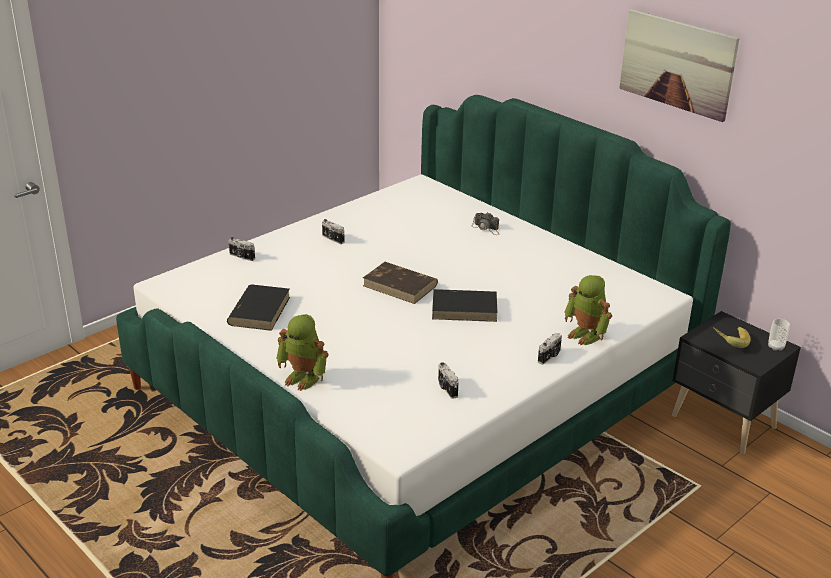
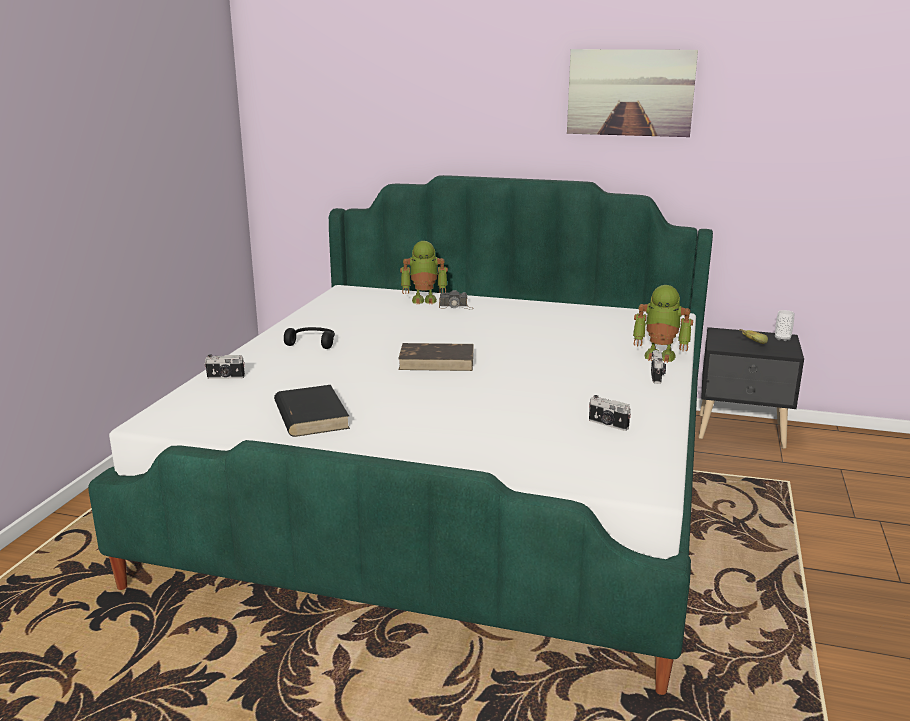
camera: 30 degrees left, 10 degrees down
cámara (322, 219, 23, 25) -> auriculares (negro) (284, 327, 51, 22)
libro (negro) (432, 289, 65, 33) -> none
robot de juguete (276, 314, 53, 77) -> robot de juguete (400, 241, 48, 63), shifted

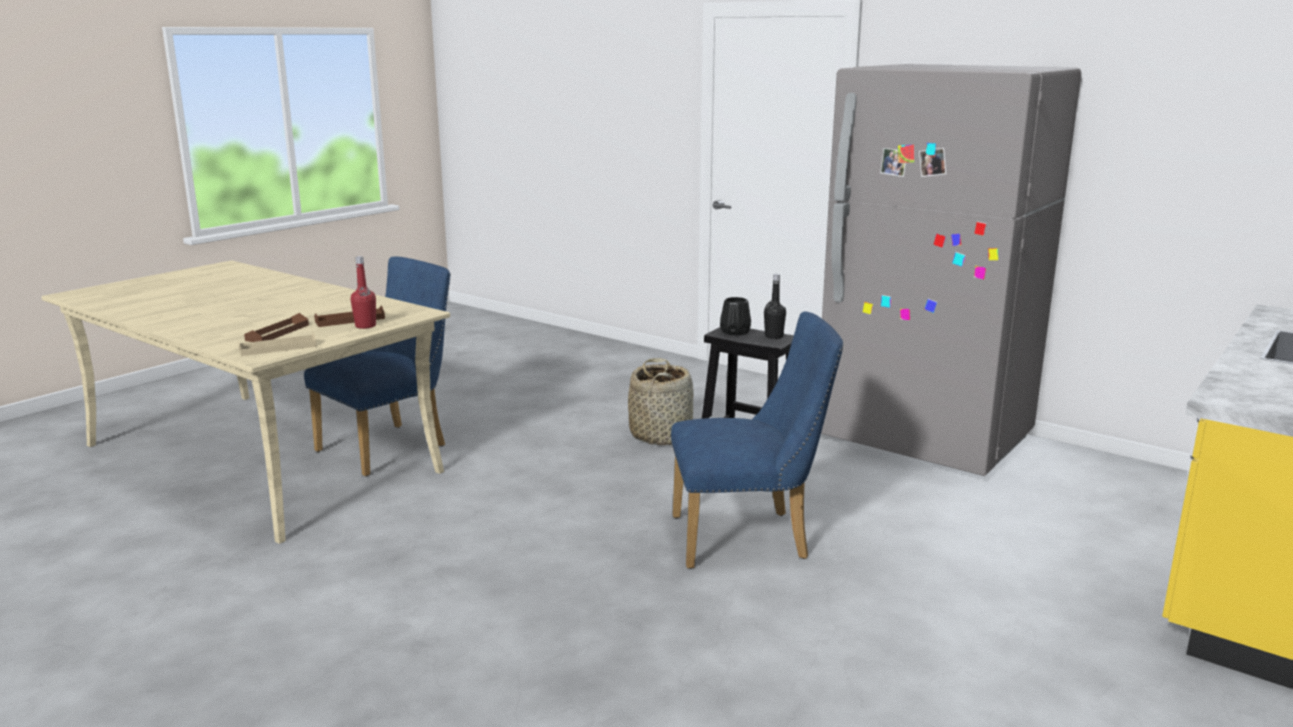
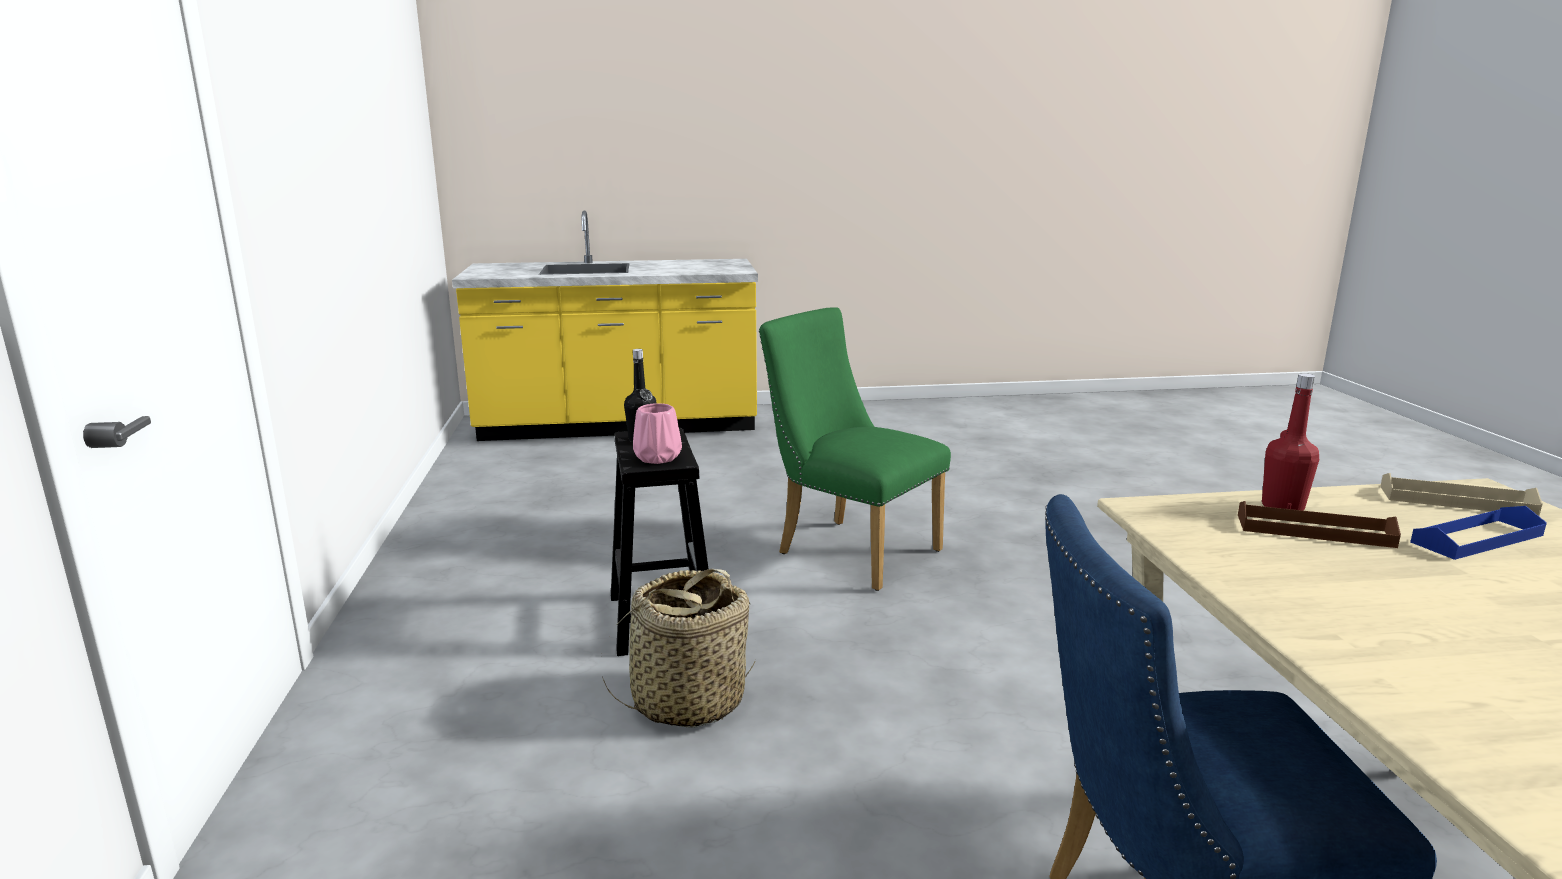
camera: 135 degrees left, 0 degrees up
nevera (gris) (821, 64, 260, 412) -> none
florero (negro) (720, 297, 31, 38) -> florero (rosa) (633, 403, 49, 61)
silla (azul) (671, 311, 172, 258) -> silla (verde) (759, 308, 192, 283)
bandeja (marrón) (244, 313, 65, 29) -> bandeja (azul) (1410, 506, 137, 54)

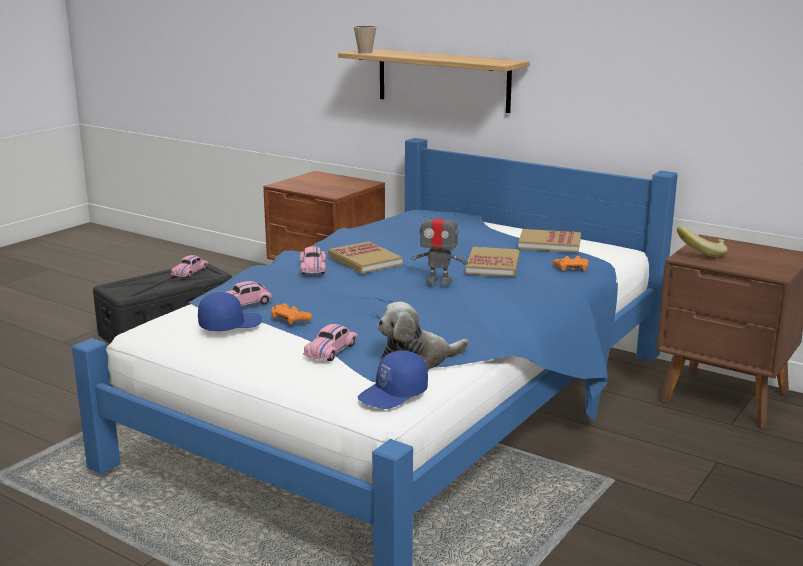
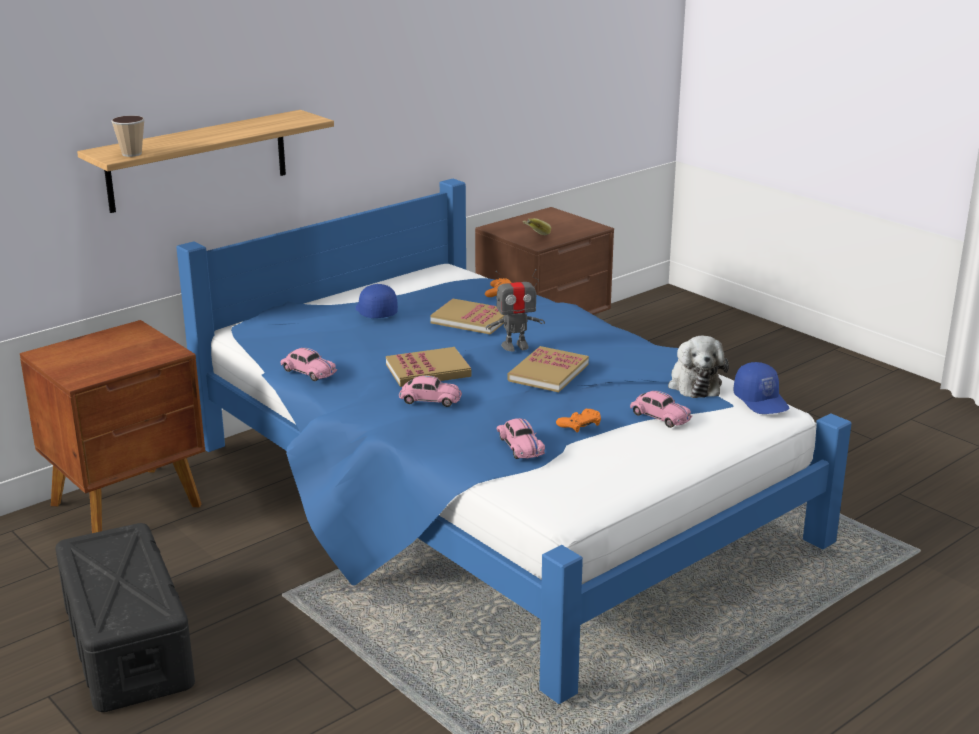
camera: 75 degrees left, 5 degrees up
robot de juguete (411, 204, 57, 82) -> robot de juguete (486, 269, 59, 82), 45 degrees clockwise
libro (518, 229, 63, 24) -> libro (507, 346, 82, 46), shifted
coche de juguete (rosa) (171, 255, 37, 23) -> coche de juguete (rosa) (280, 348, 57, 33), shifted
gorra (azul) (198, 292, 64, 39) -> gorra (azul) (355, 284, 43, 34), shifted

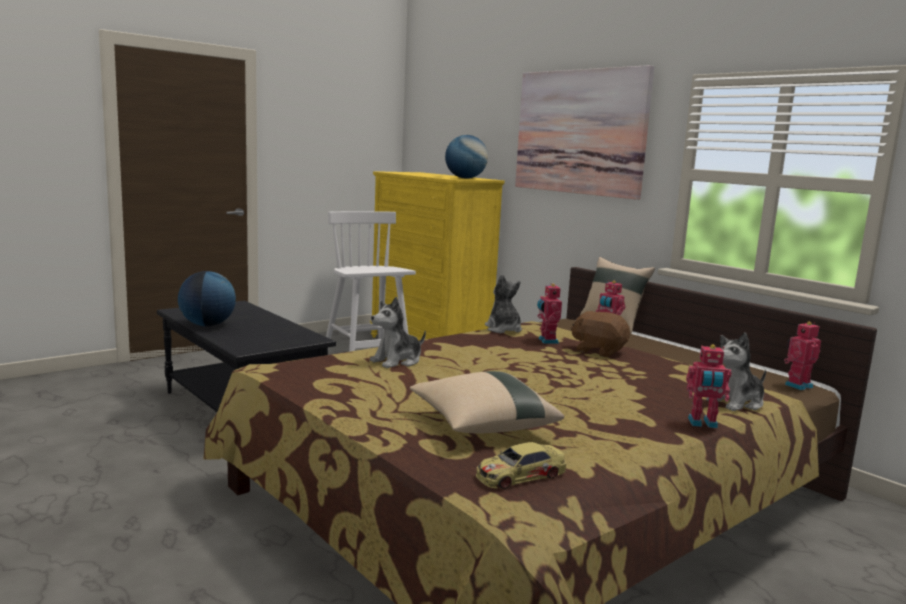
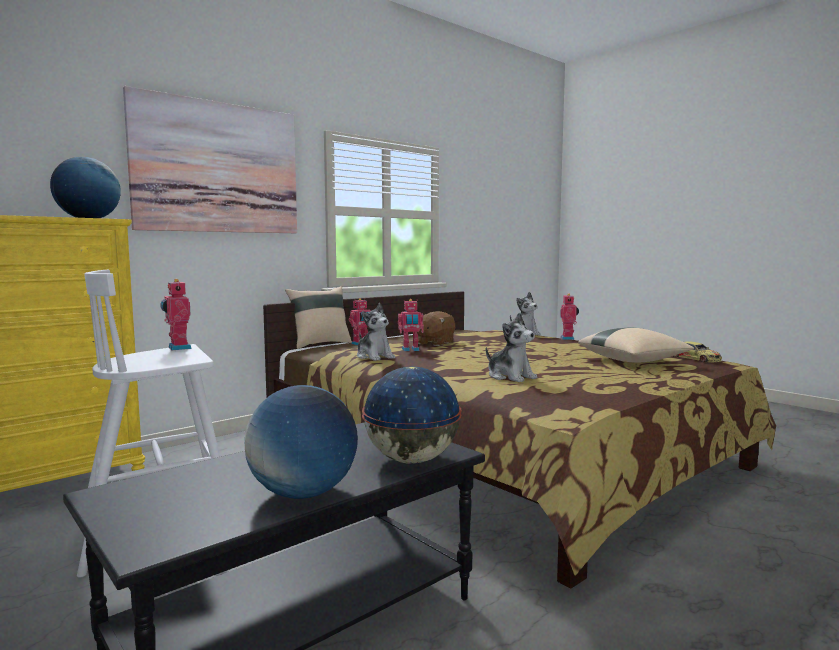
camera: 90 degrees left, 5 degrees down
peluche (485, 274, 37, 59) -> peluche (357, 303, 38, 58), 105 degrees counterclockwise
robot de juguete (784, 322, 37, 68) -> robot de juguete (160, 279, 32, 71), shifted
none -> globo terráqueo (362, 366, 100, 98)

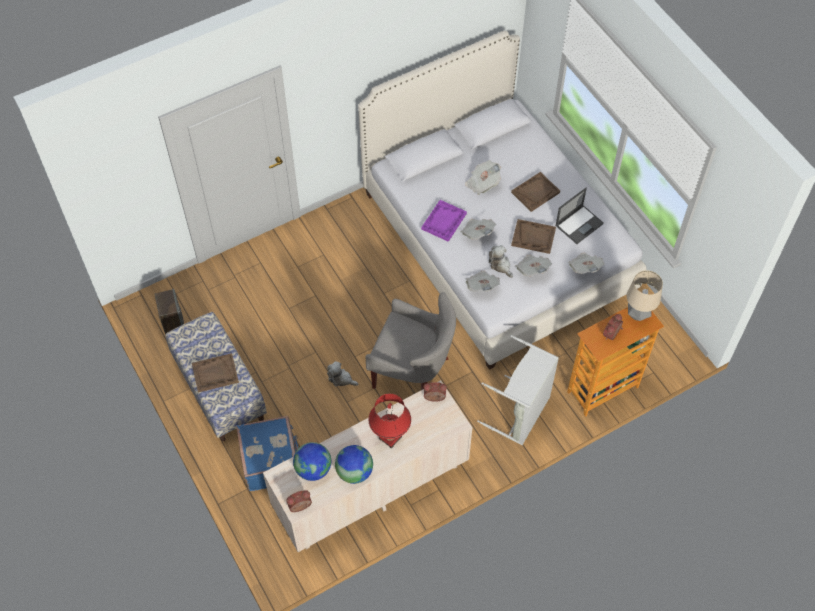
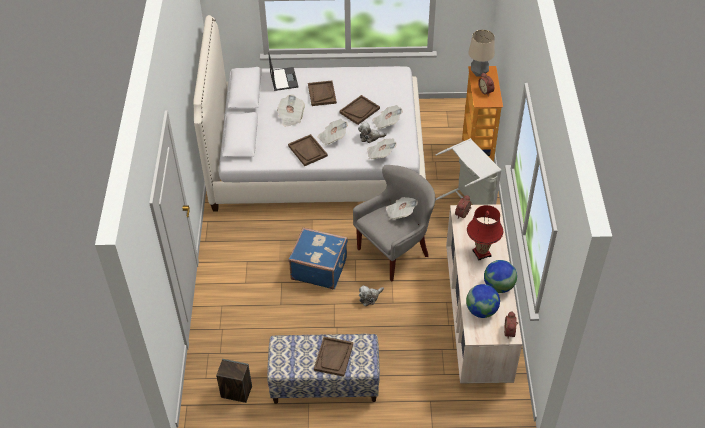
camera: 60 degrees left, 10 degrees down
portátil (555, 187, 49, 57) -> portátil (268, 52, 31, 39), shifted
bandeja (morado) (421, 200, 46, 42) -> bandeja (marrón) (288, 134, 40, 32)
periódico (568, 253, 37, 21) -> periódico (386, 197, 32, 23), shifted
maleta (azul) (236, 416, 62, 76) -> maleta (azul) (288, 227, 60, 62), shifted

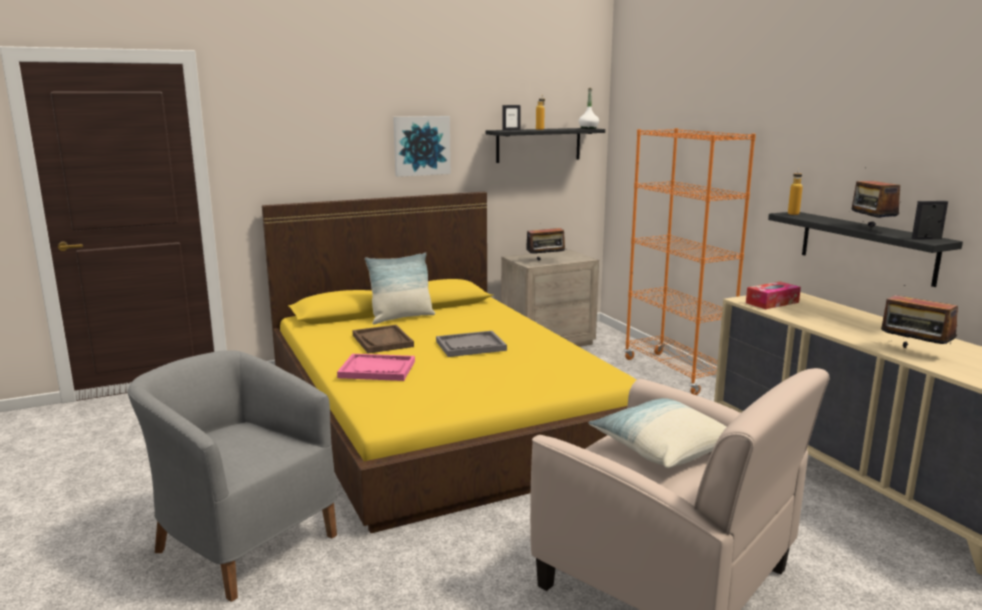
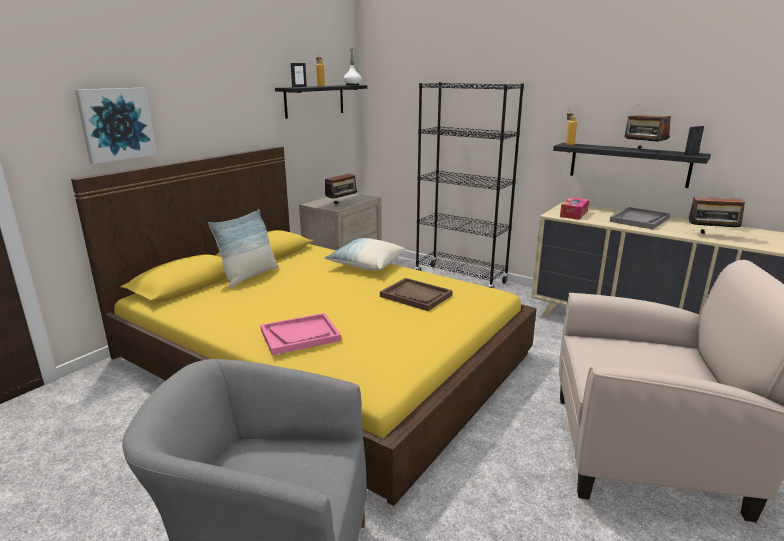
camera: 30 degrees left, 5 degrees up
cuadro (393, 116, 58, 61) -> cuadro (75, 88, 82, 76), shifted
estantería (naranja) (624, 128, 132, 267) -> estantería (negro) (415, 82, 109, 207)
bandeja (marrón) (353, 325, 61, 29) -> bandeja (marrón) (380, 278, 73, 33), shifted
bandeja (gris) (436, 331, 71, 26) -> bandeja (gris) (610, 207, 60, 23), shifted
cojín (589, 398, 138, 70) -> cojín (325, 238, 80, 32), shifted

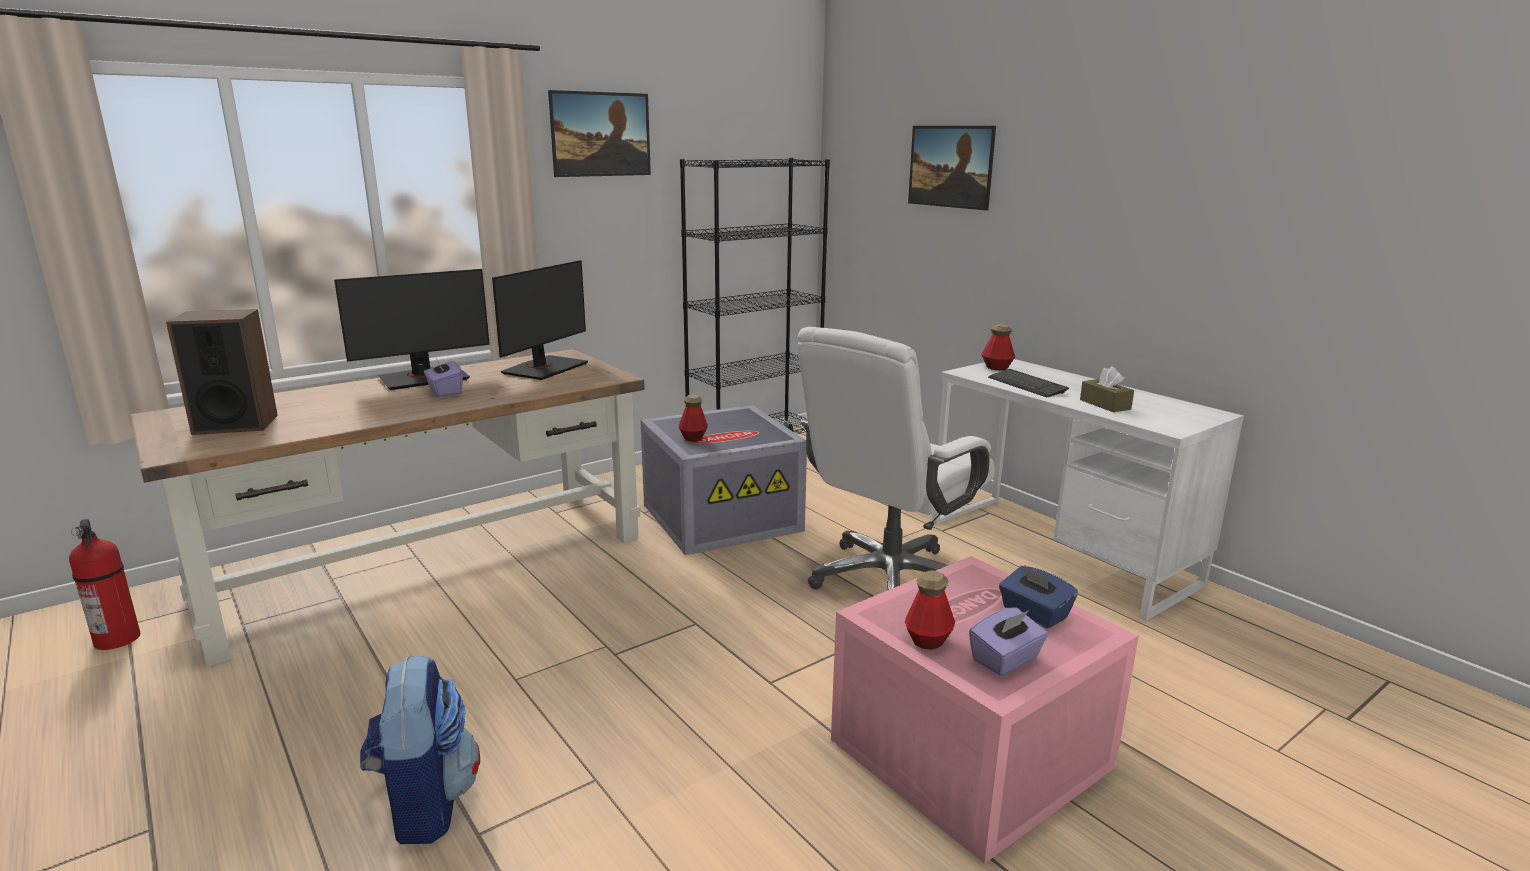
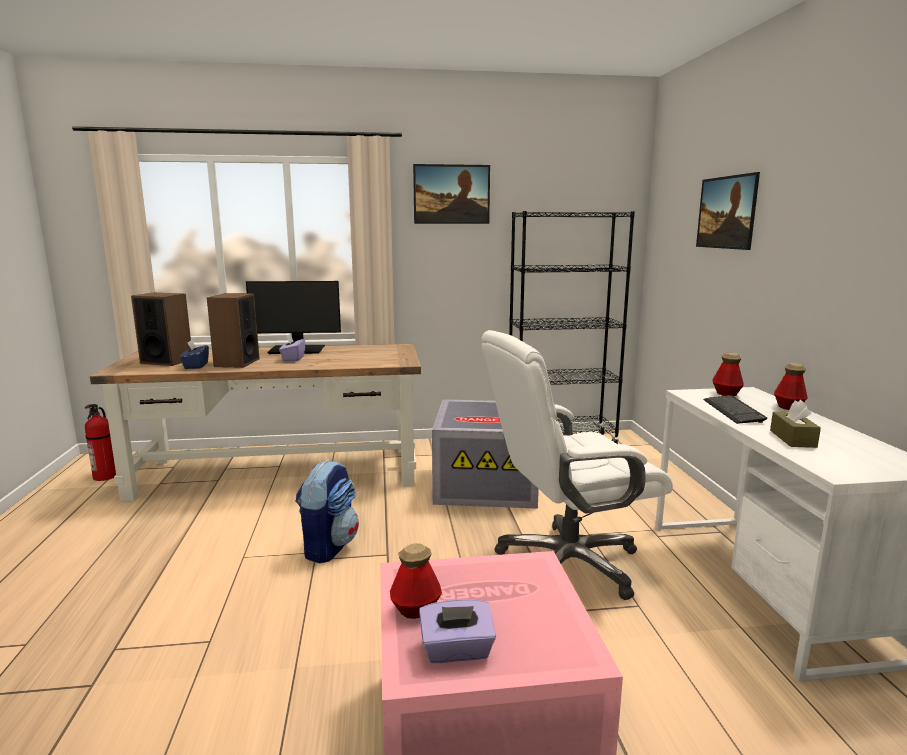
camera: 30 degrees right, 5 degrees down
monitor (492, 260, 96, 120) -> none
botella (678, 394, 30, 48) -> botella (774, 363, 34, 47), shifted
caja de pañuelos (azul) (999, 565, 79, 64) -> caja de pañuelos (azul) (180, 340, 29, 29), shifted
mochila (360, 656, 120, 188) -> mochila (296, 460, 63, 103), shifted
none -> altavoz (207, 293, 53, 75)

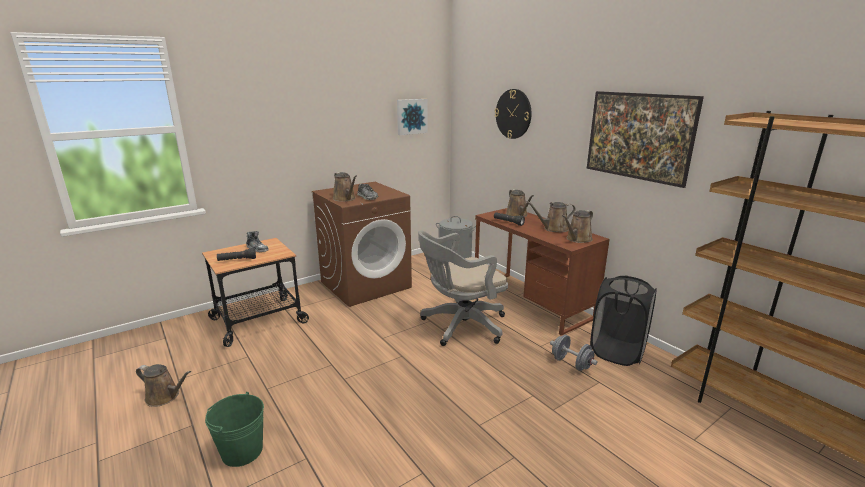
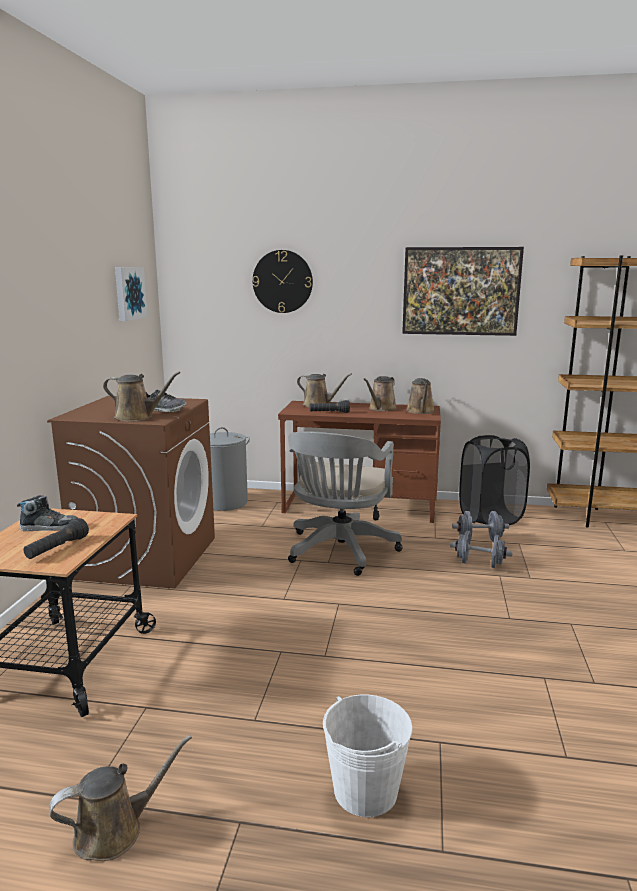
camera: 45 degrees left, 5 degrees down
cubo (verde) (205, 392, 59, 75) -> cubo (blanco) (323, 695, 90, 122)
none -> mancuerna (gris) (450, 531, 63, 37)

